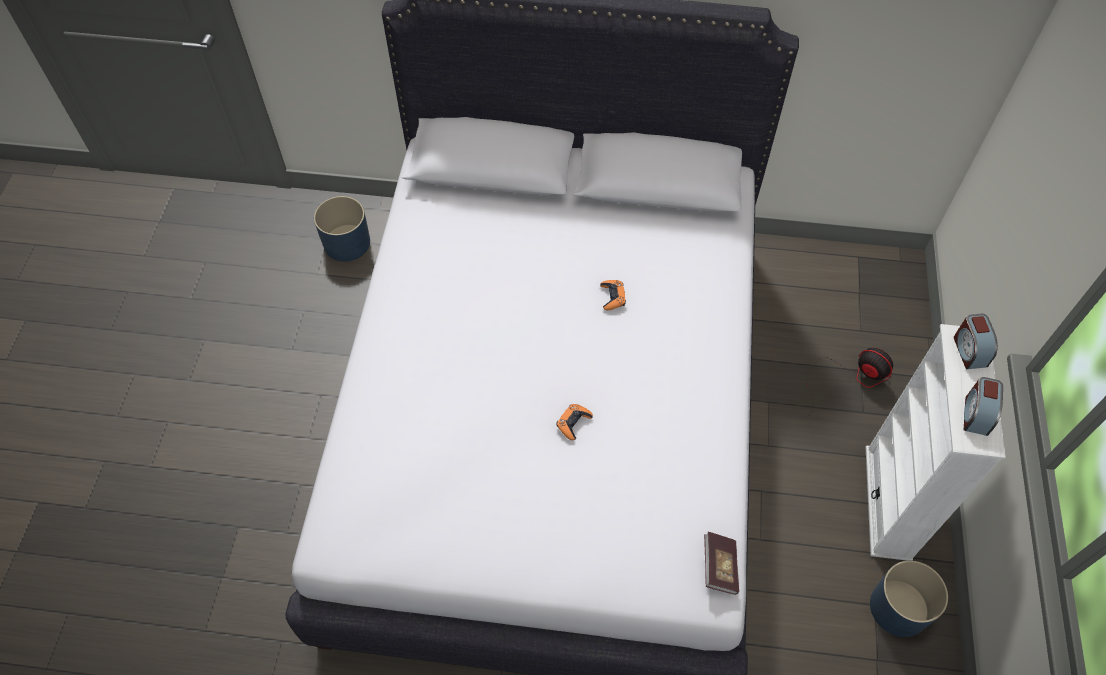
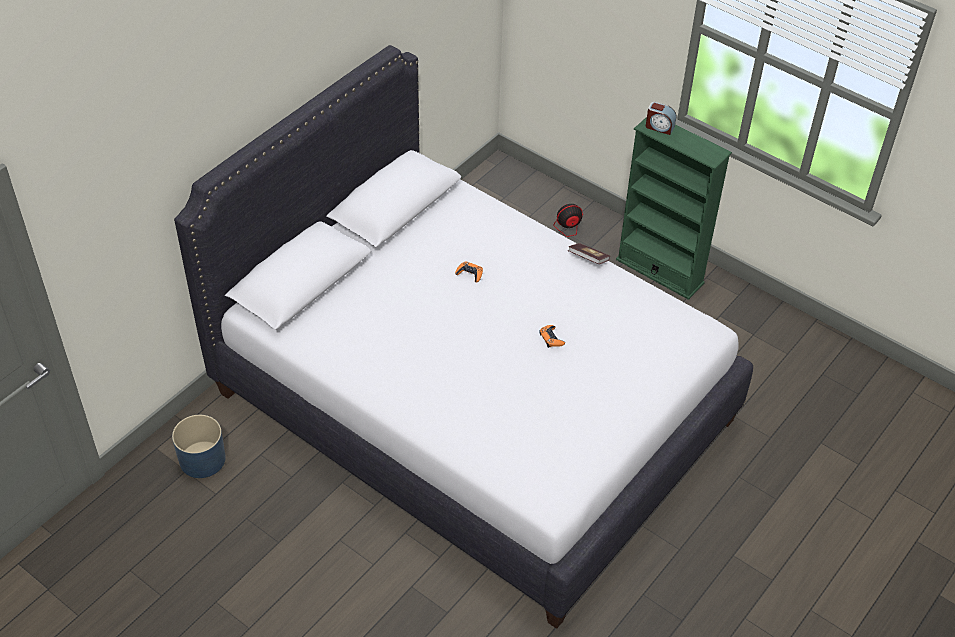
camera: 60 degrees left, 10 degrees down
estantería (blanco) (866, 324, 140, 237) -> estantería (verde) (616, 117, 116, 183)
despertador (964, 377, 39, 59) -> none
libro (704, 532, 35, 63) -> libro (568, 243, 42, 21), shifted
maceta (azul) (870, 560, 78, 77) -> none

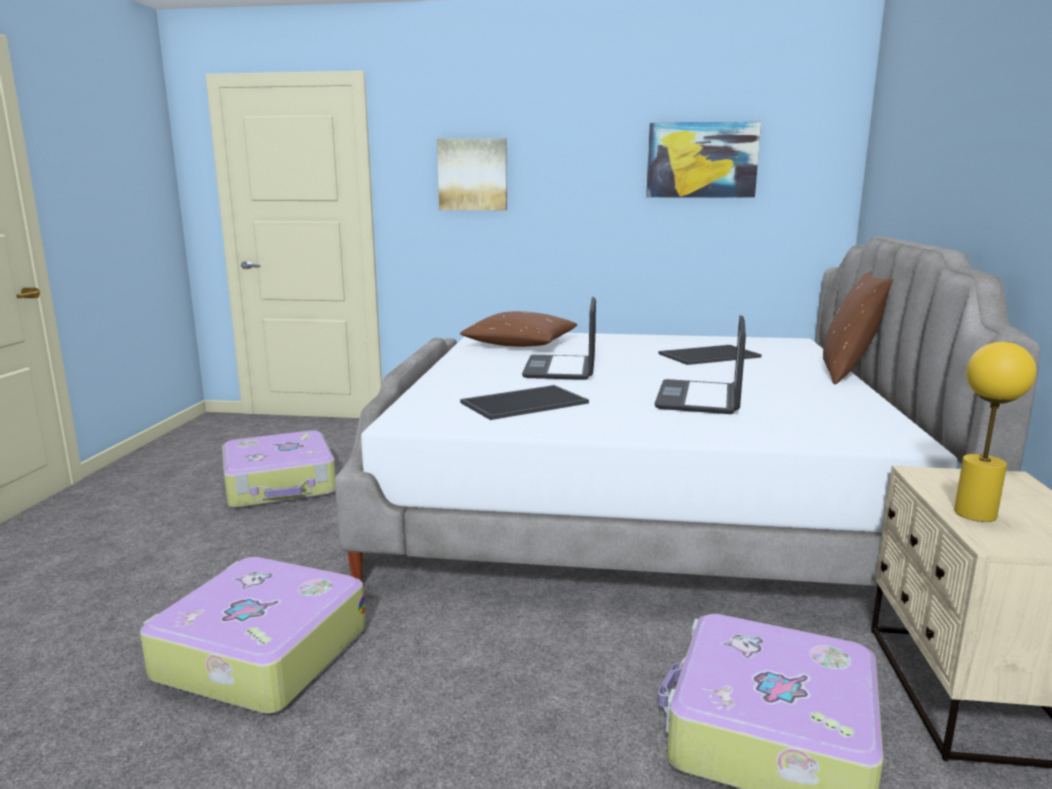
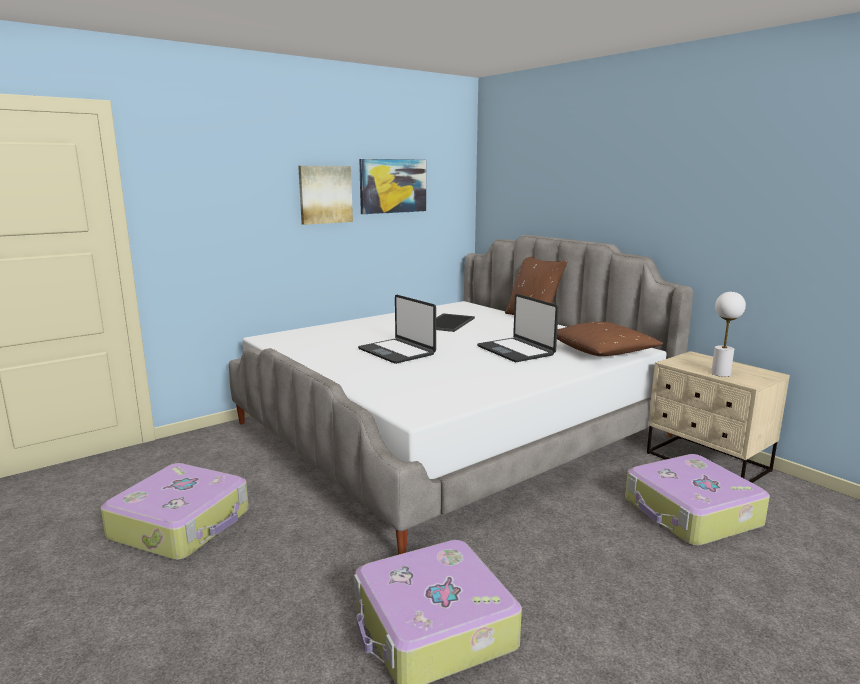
camera: 45 degrees left, 0 degrees up
cuadro (437, 138, 70, 72) -> cuadro (298, 166, 55, 59), shifted
cojín (marrón) (460, 311, 117, 36) -> cojín (marrón) (557, 322, 106, 34), shifted
lámpara de mesa (amarillo) (954, 342, 82, 180) -> lámpara de mesa (blanco) (711, 292, 35, 85)
bandeja (460, 385, 129, 35) -> none

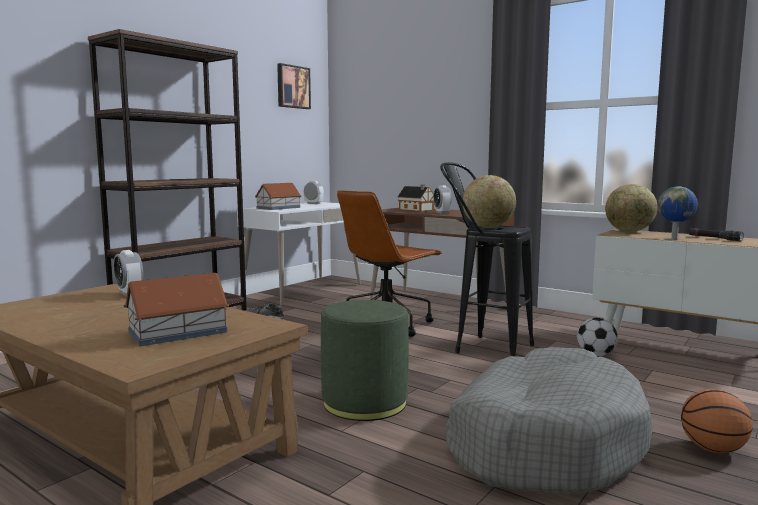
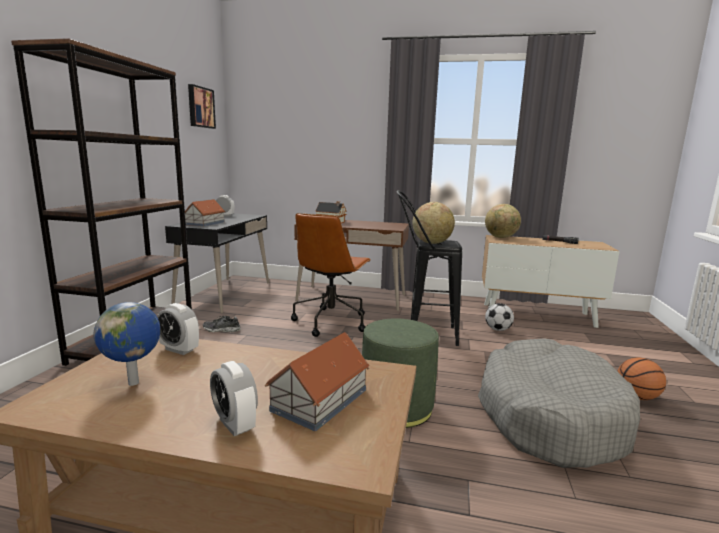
camera: 25 degrees left, 5 degrees up
despertador (433, 185, 19, 29) -> despertador (210, 361, 48, 75), shifted
globo terráqueo (657, 186, 41, 53) -> globo terráqueo (93, 302, 67, 84), shifted
escritorio (blanco) (237, 202, 124, 104) -> escritorio (negro) (165, 213, 104, 101)

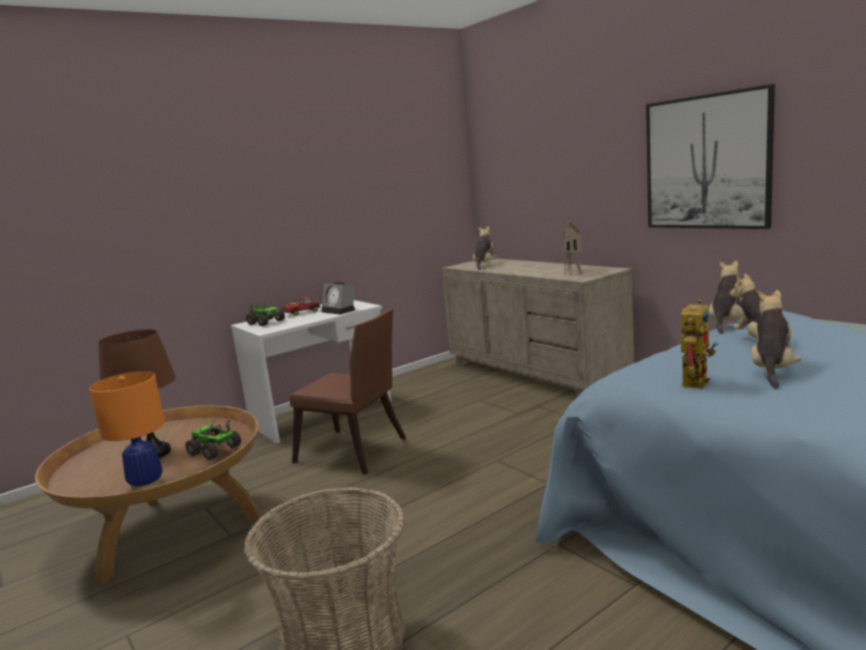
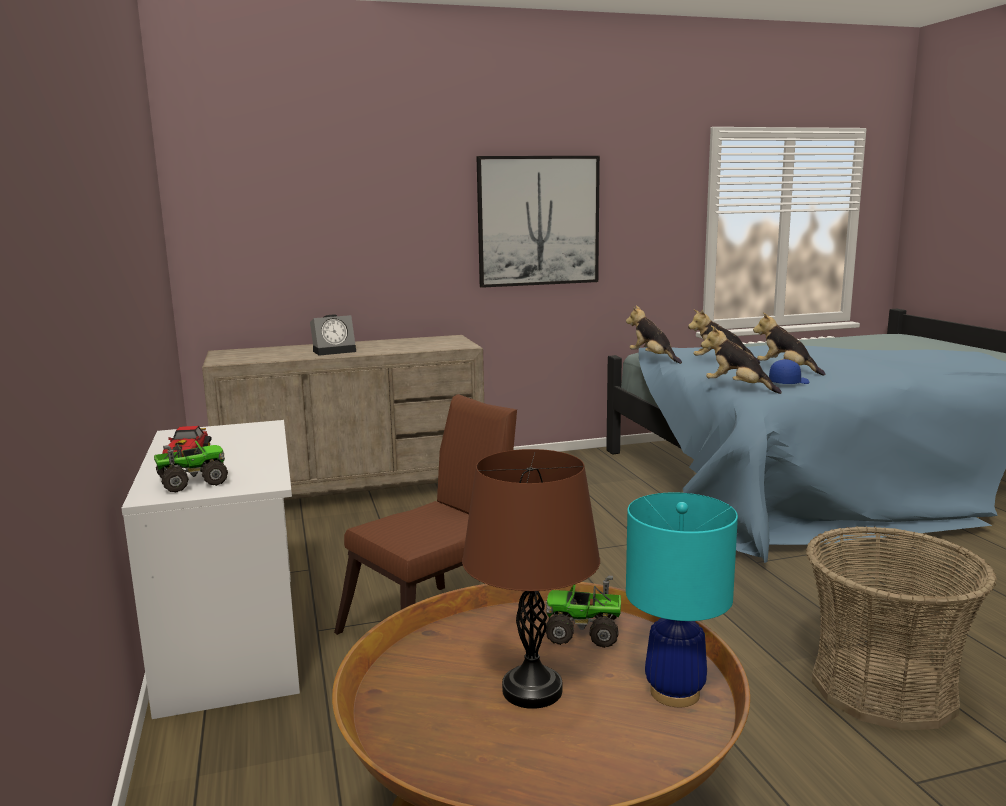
camera: 70 degrees left, 0 degrees up
casita (563, 221, 19, 54) -> none
peluche (473, 226, 24, 44) -> peluche (701, 326, 81, 68), shifted
despertador (321, 282, 34, 33) -> despertador (310, 315, 46, 41), shifted
robot de juguete (679, 299, 39, 90) -> gorra (azul) (769, 359, 40, 25)
lámpara de mesa (naranja) (89, 371, 76, 120) -> lámpara de mesa (turquesa) (626, 493, 112, 214)
camión de juguete (185, 420, 56, 40) -> camión de juguete (545, 576, 76, 72), 45 degrees clockwise

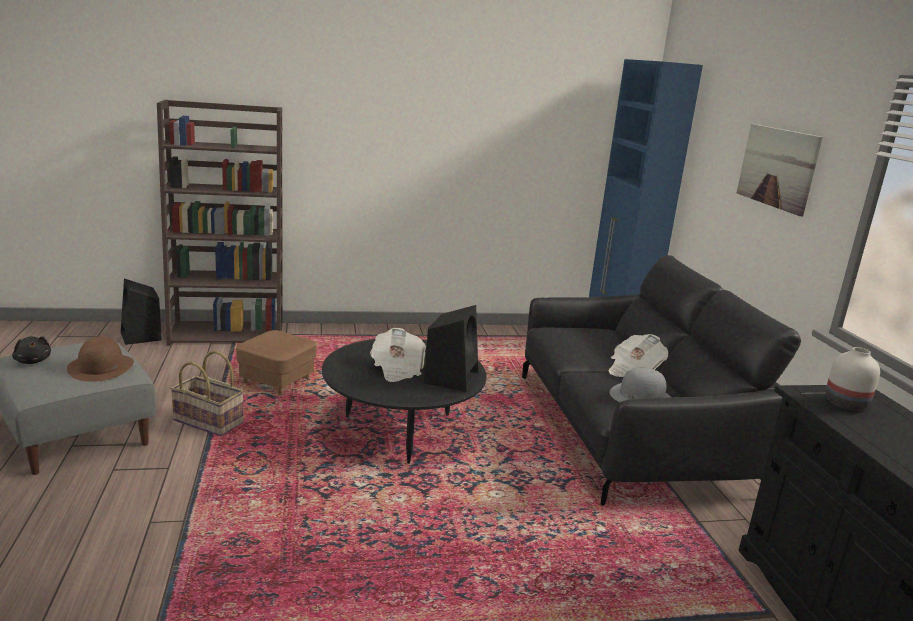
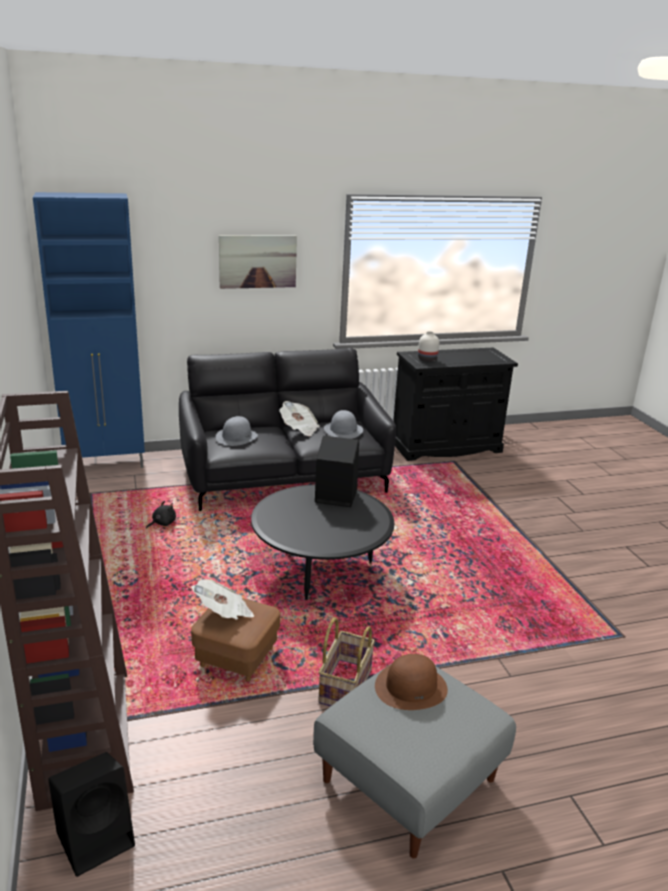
camera: 95 degrees left, 5 degrees up
periódico (370, 328, 56, 54) -> periódico (191, 579, 64, 40), shifted
peluche (negro) (12, 336, 39, 28) -> peluche (negro) (146, 501, 30, 28), shifted
none -> sombrero (gris) (216, 416, 42, 30)

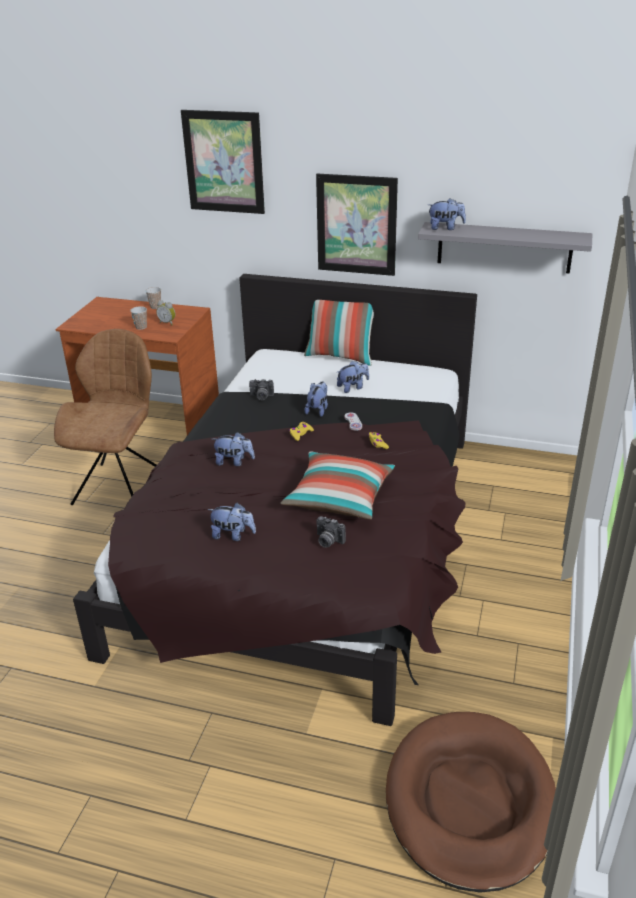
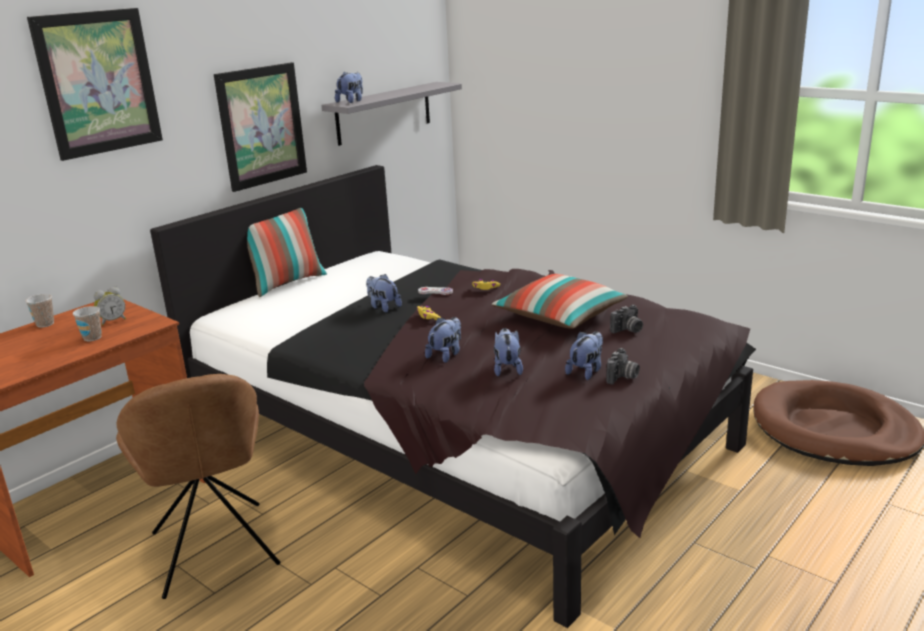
camera: 65 degrees left, 10 degrees down
silla (marrón) (54, 329, 102, 176) -> silla (marrón) (116, 374, 165, 225), 150 degrees counterclockwise
peluche (337, 361, 32, 32) -> peluche (494, 328, 29, 48), shifted
cámara (249, 379, 25, 21) -> cámara (606, 348, 34, 36), shifted

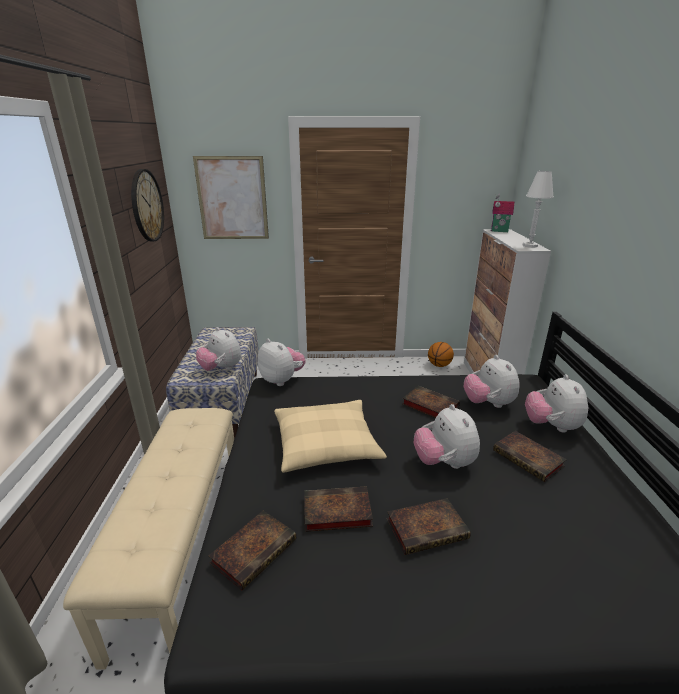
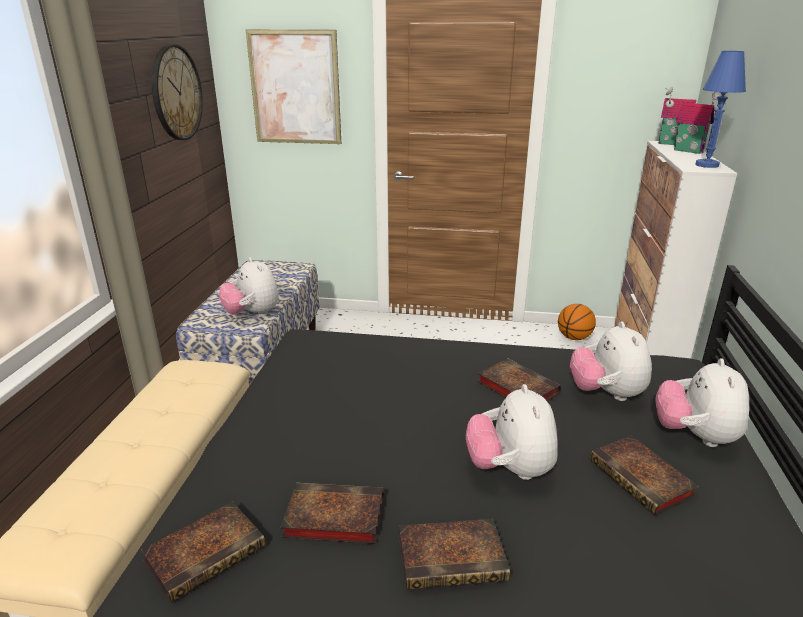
camera: 10 degrees right, 0 degrees up
lámpara de mesa (blanco) (523, 171, 31, 77) -> lámpara de mesa (azul) (696, 51, 50, 117)
peluche (258, 339, 48, 47) -> none
cojín (beis) (274, 400, 113, 73) -> none
none -> casita (674, 92, 46, 62)

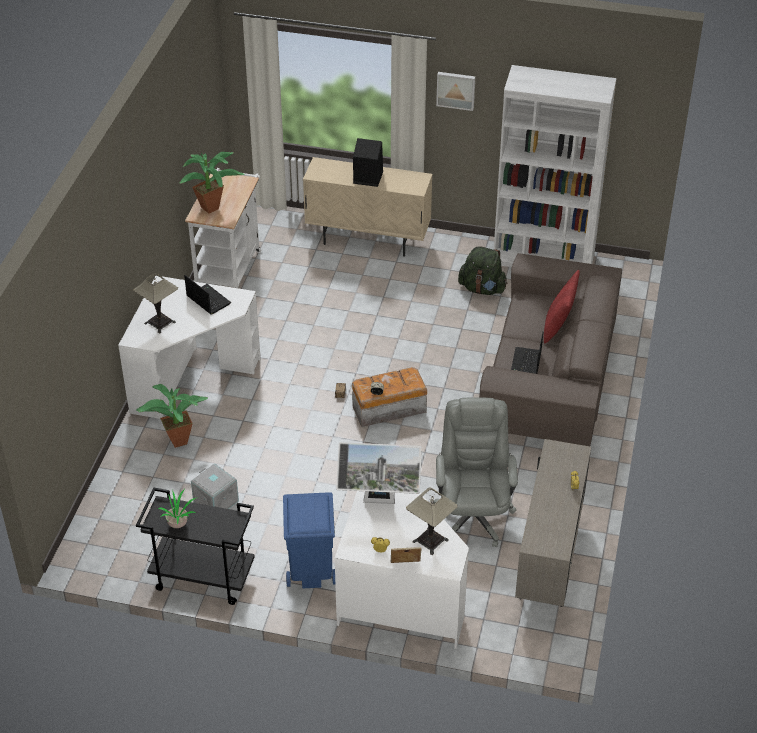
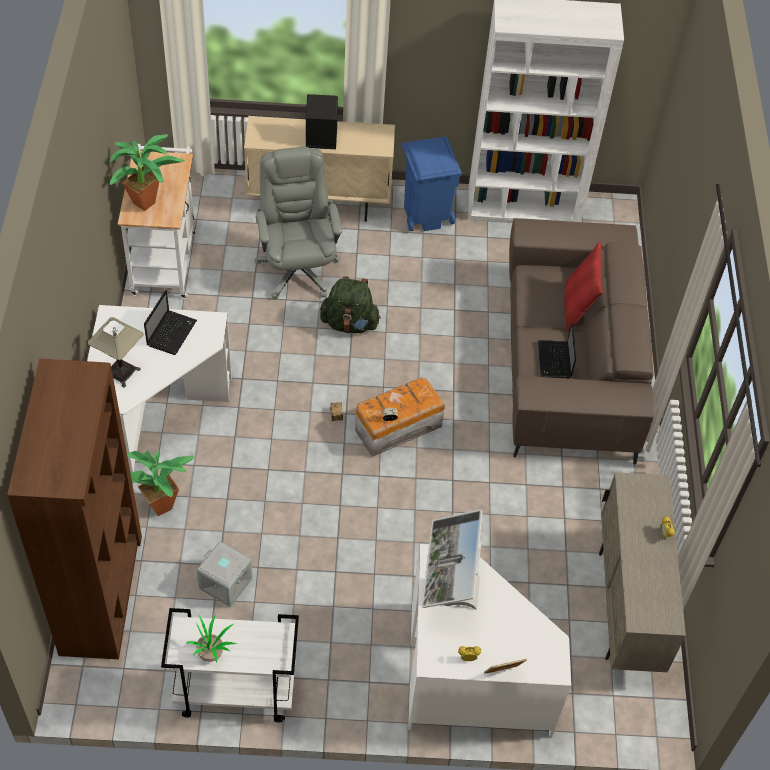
camera: 15 degrees left, 10 degrees up
cuadro (436, 72, 39, 39) -> none
mochila (verde) (458, 246, 49, 49) -> mochila (verde) (320, 276, 61, 57), shifted
portátil (184, 275, 47, 40) -> portátil (144, 290, 53, 65), 75 degrees clockwise
silla de oficina (gris) (433, 397, 85, 150) -> silla de oficina (gris) (255, 147, 87, 153), shifted
monitor (336, 442, 86, 62) -> monitor (422, 509, 60, 101), 105 degrees clockwise
carrito (negro) (136, 487, 119, 118) -> carrito (blanco) (161, 608, 138, 115)
lámpara de mesa (406, 488, 52, 67) -> none
papelera (azul) (283, 492, 52, 96) -> papelera (azul) (402, 137, 60, 94), shifted
none -> estantería (marrón) (7, 358, 135, 301)

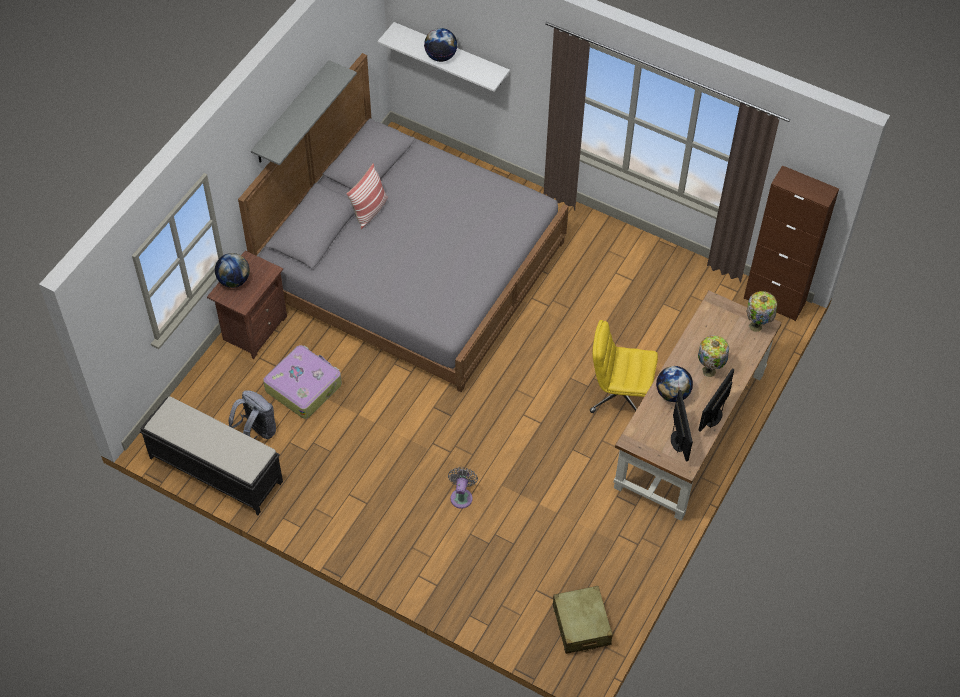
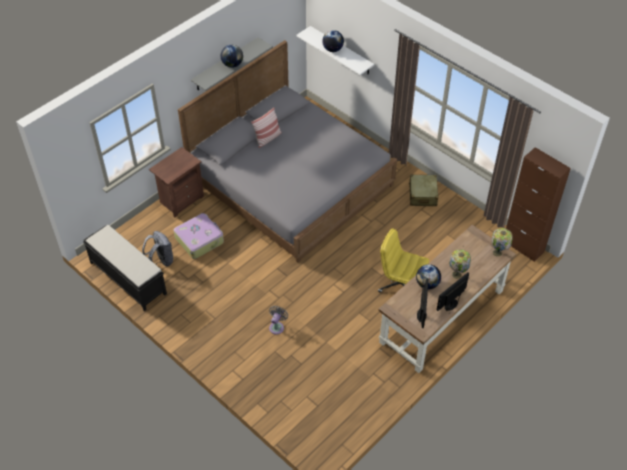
camera: 15 degrees right, 5 degrees down
globo terráqueo (215, 253, 35, 35) -> globo terráqueo (221, 45, 22, 23), shifted
maleta (beis) (553, 586, 60, 68) -> maleta (beis) (409, 175, 29, 31), shifted

